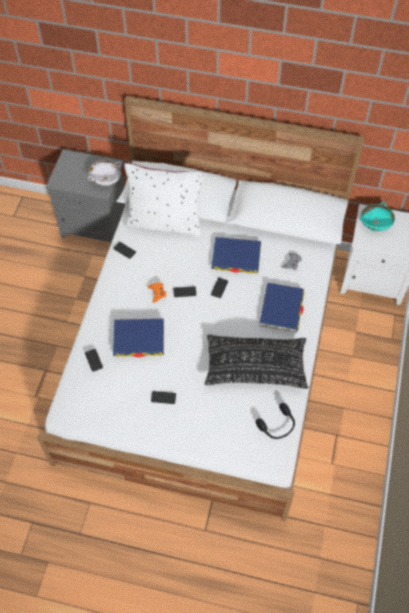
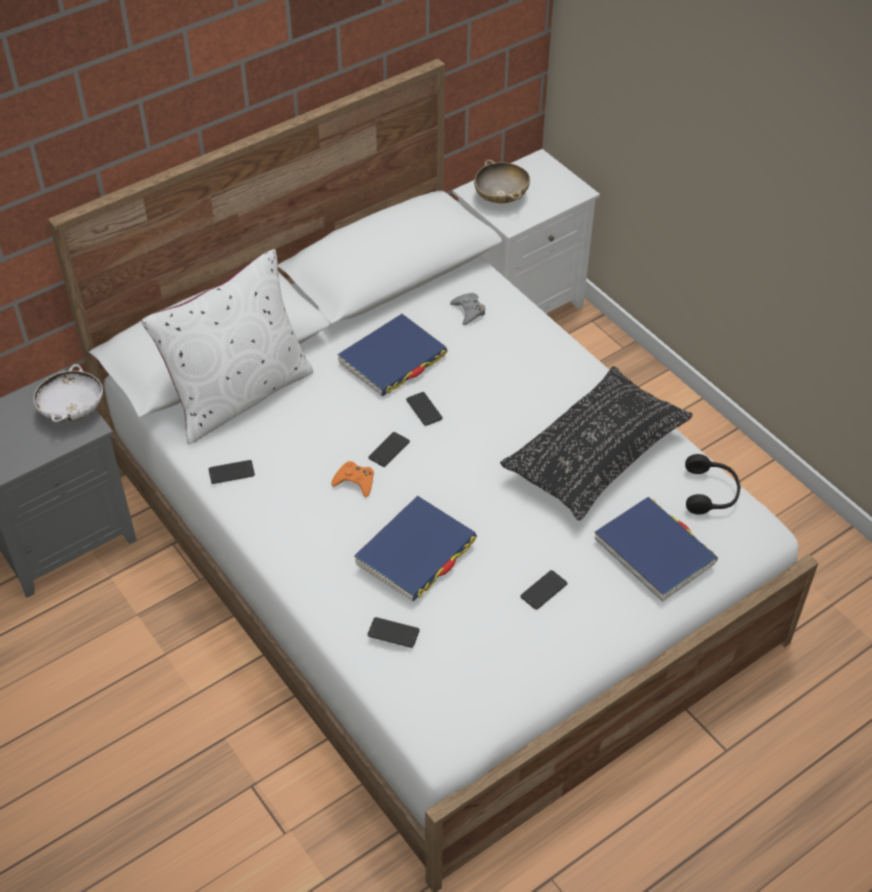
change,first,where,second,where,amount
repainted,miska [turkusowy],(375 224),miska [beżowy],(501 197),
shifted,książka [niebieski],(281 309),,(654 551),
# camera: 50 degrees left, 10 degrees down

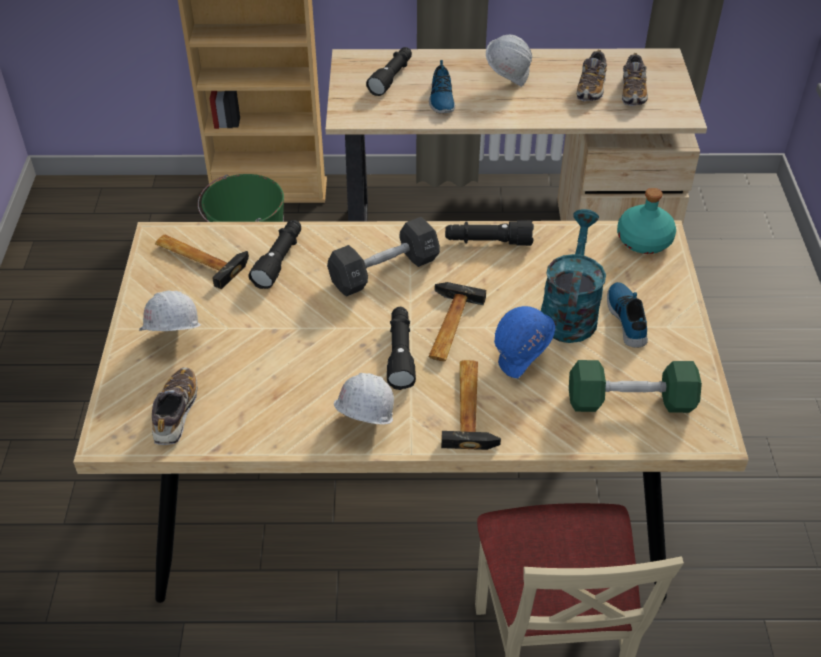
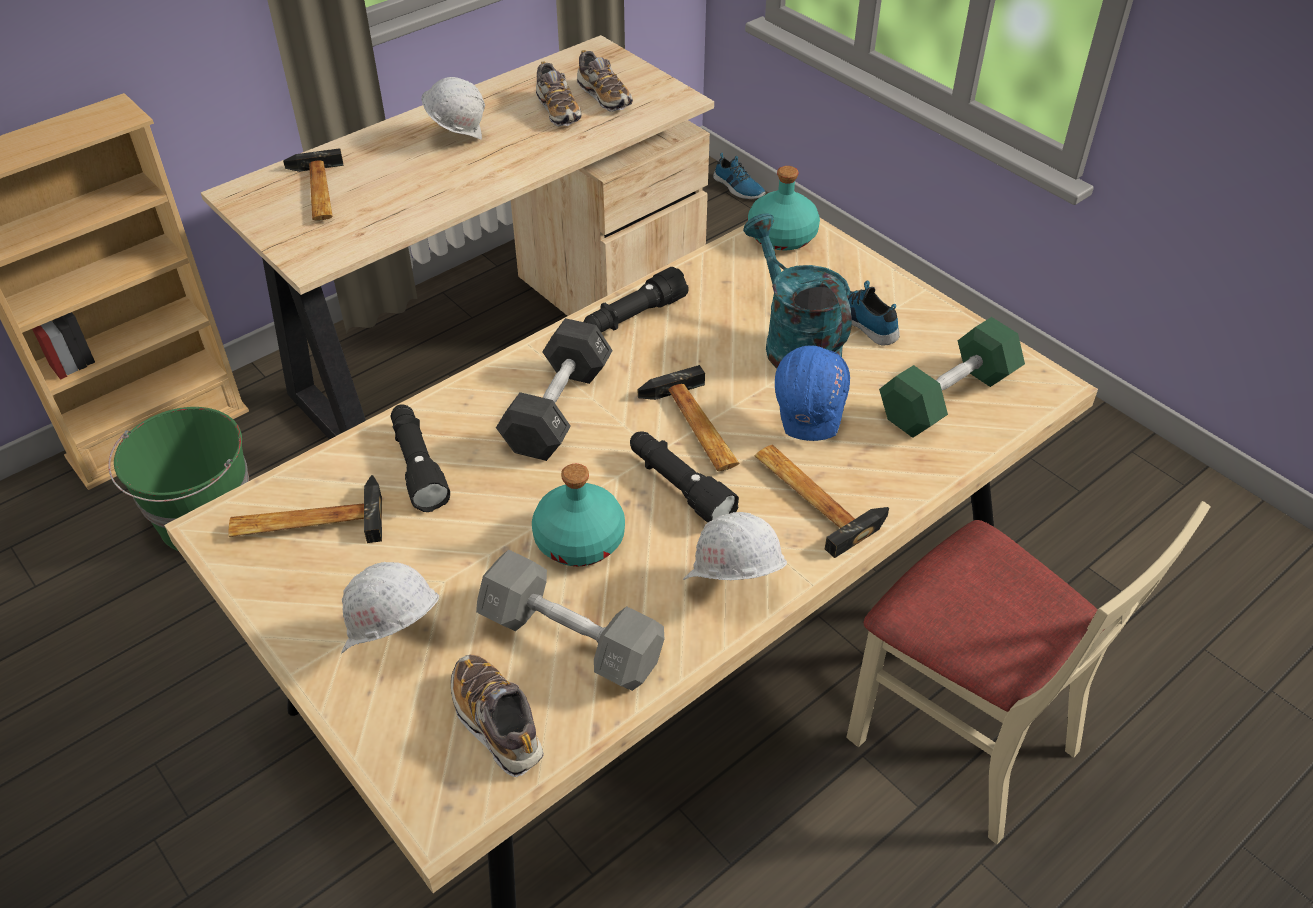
change,first,where,second,where,amount
swapped,latarka [czarny],(392 77),młotek,(317 193),
shifted,but,(441 98),,(738 187),
new,,,butelka [turkusowy],(580 540),
new,,,hantel [szary],(571 639),
# camera: 40 degrees left, 0 degrees up

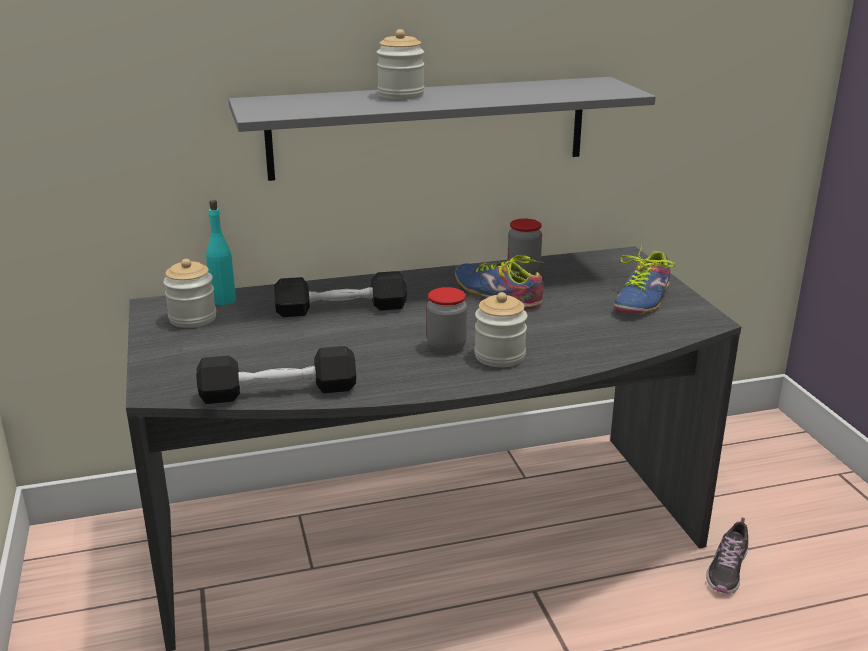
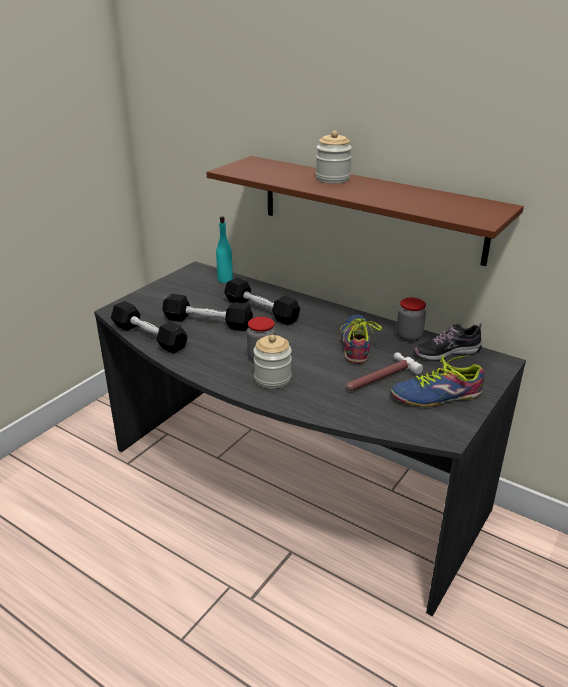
change,first,where,second,where,amount
repainted,półka [szary],(429 127),półka [brązowy],(369 208),
gone,słoik,(192 318),,,
shifted,but,(727 569),,(446 352),
new,,,hantel [czarny],(208 322),
new,,,młotek,(379 378),
# camera: 50 degrees right, 5 degrees up

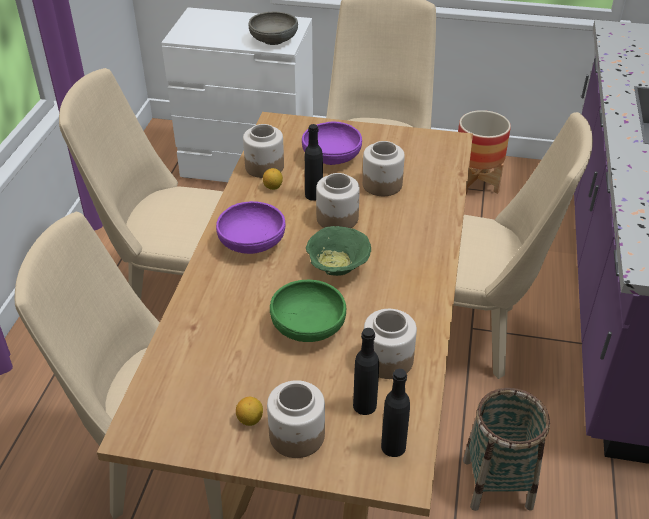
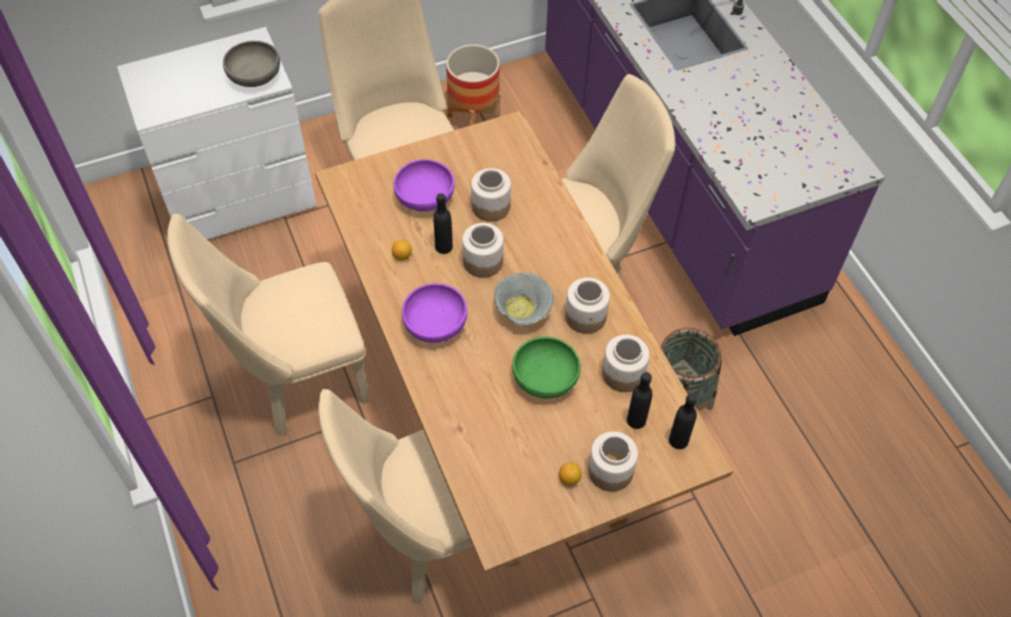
change,first,where,second,where,amount
shifted,słoik,(264 167),,(586 317),
repainted,miska [zielony],(338 268),miska [szary],(523 311),
# camera: 35 degrees left, 15 degrees up

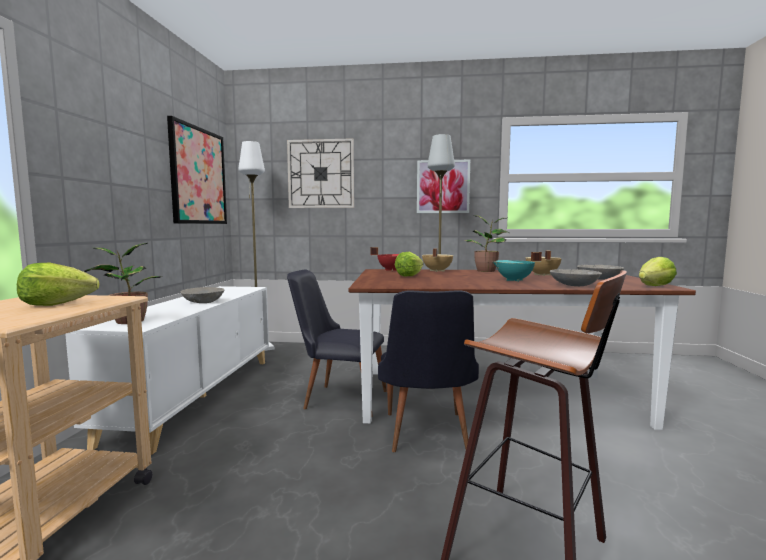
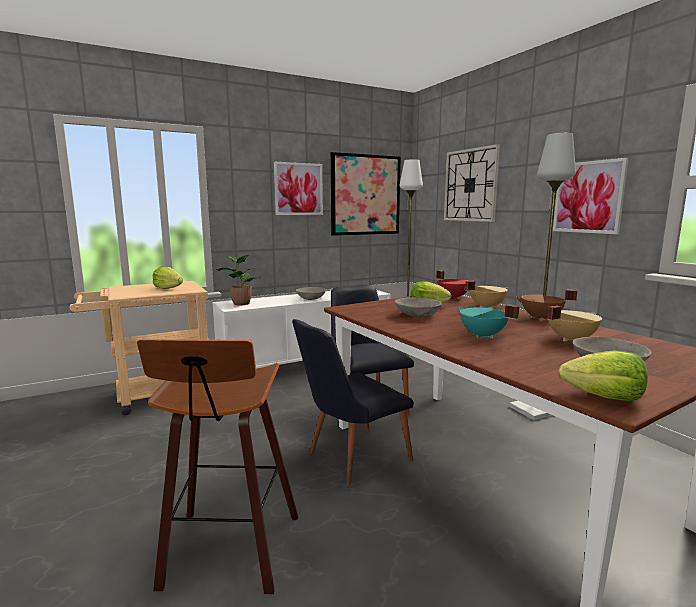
change,first,where,second,where,amount
swapped,roślina doniczkowa,(487 271),garnek [brązowy],(541 318),
shifted,miska [szary],(574 285),,(417 315),
new,,,obraz,(298 189),
# camera: 55 degrees right, 5 degrees up

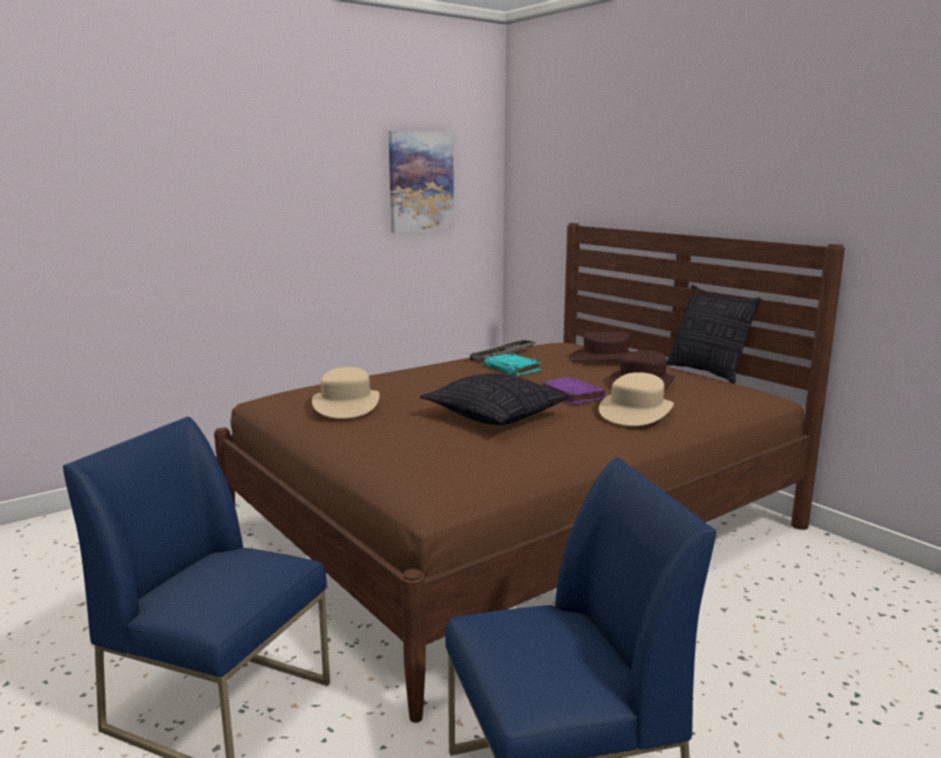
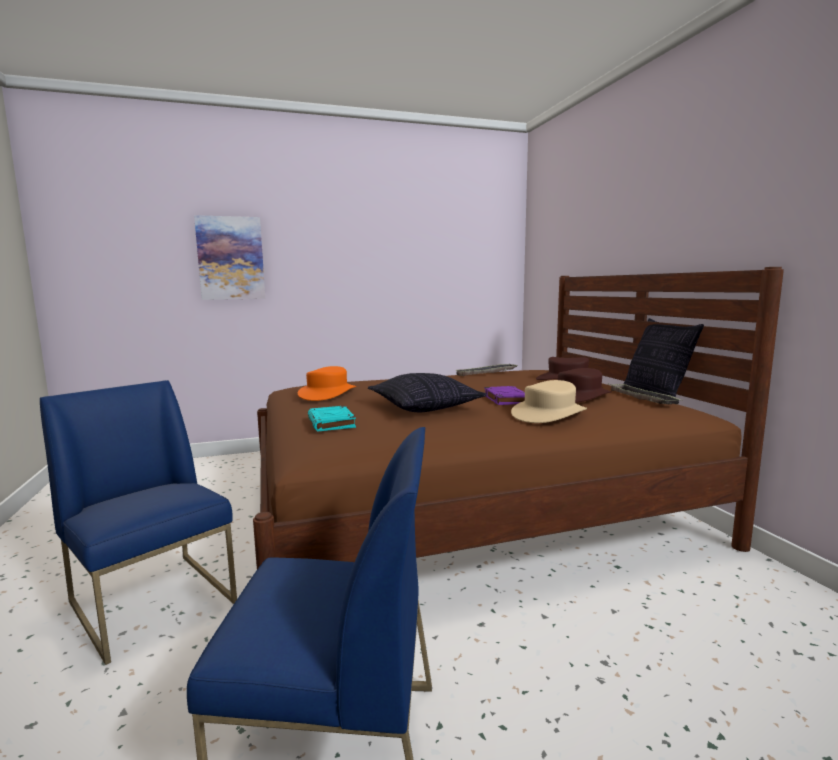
change,first,where,second,where,amount
shifted,obraz,(420 182),,(231 258),
shifted,książka [turkusowy],(513 368),,(331 423),
repainted,kapelusz [beżowy],(346 405),kapelusz [pomarańczowy],(327 393),
new,,,taca,(641 398),
# camera: 20 degrees right, 5 degrees down

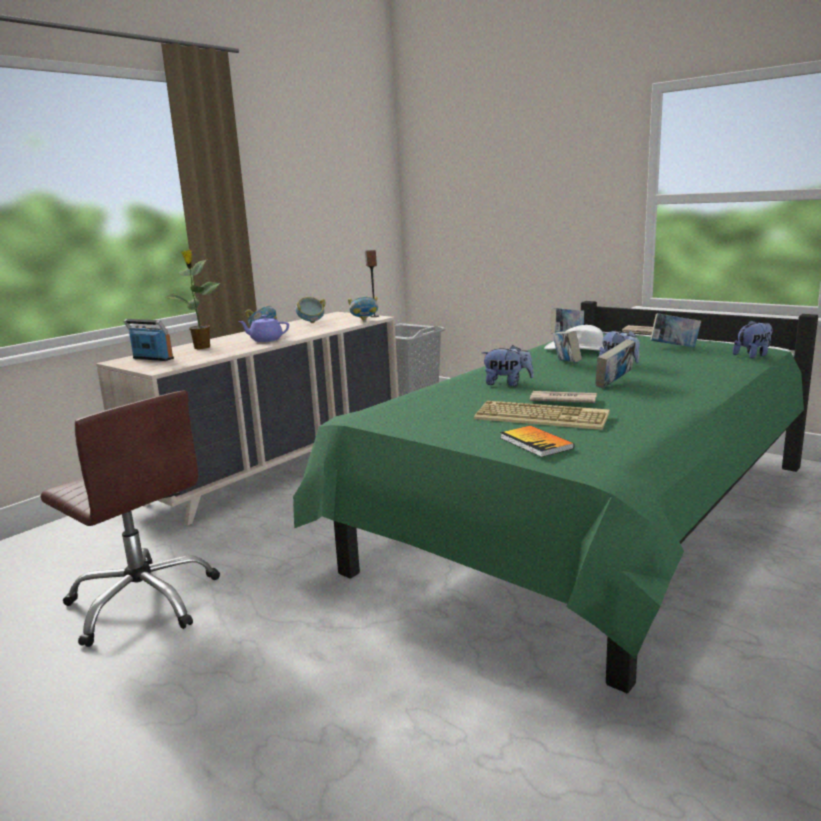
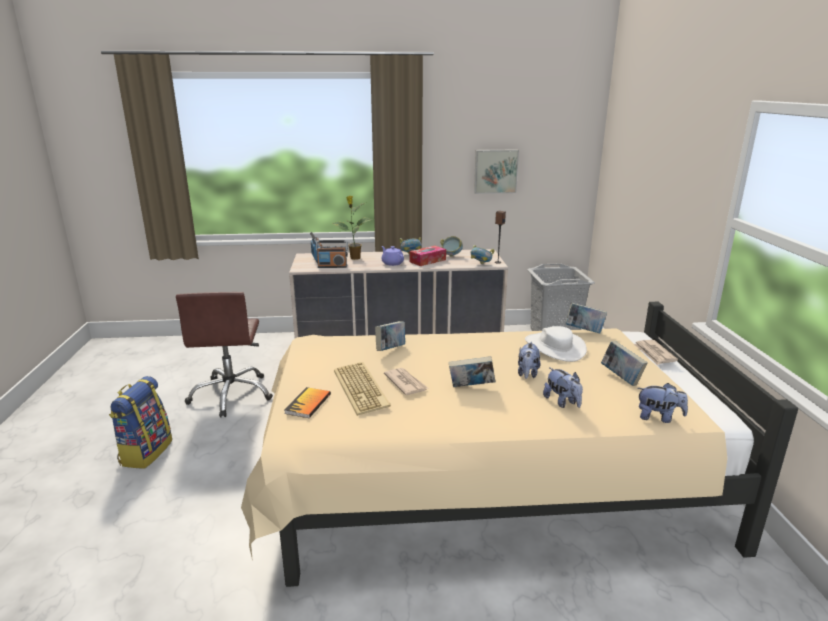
change,first,where,second,where,amount
repainted,łóżko [zielony],(587 522),łóżko [beżowy],(481 484),
shifted,książka,(566 364),,(390 349),
shifted,pluszak,(507 384),,(562 402),
new,,,obraz,(495 171),
new,,,radio,(332 266),
new,,,pudełko chusteczek,(427 261),
new,,,plecak,(146 452),
# camera: 45 degrees right, 5 degrees up

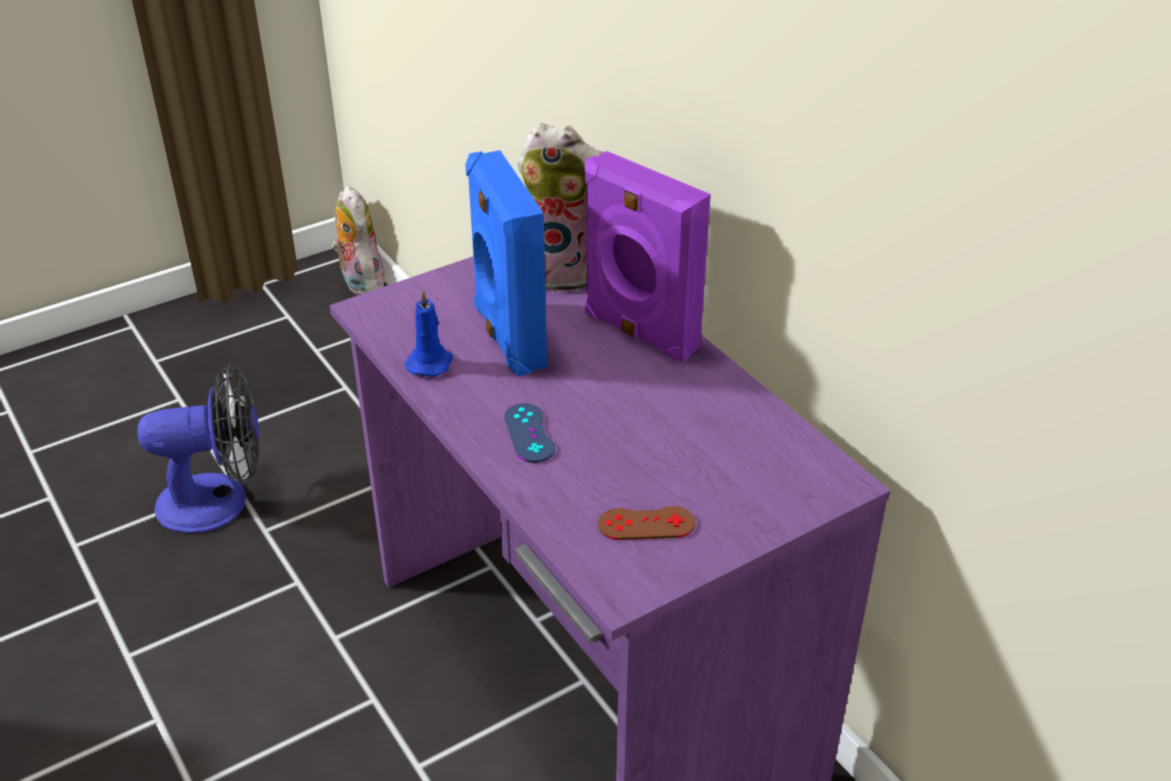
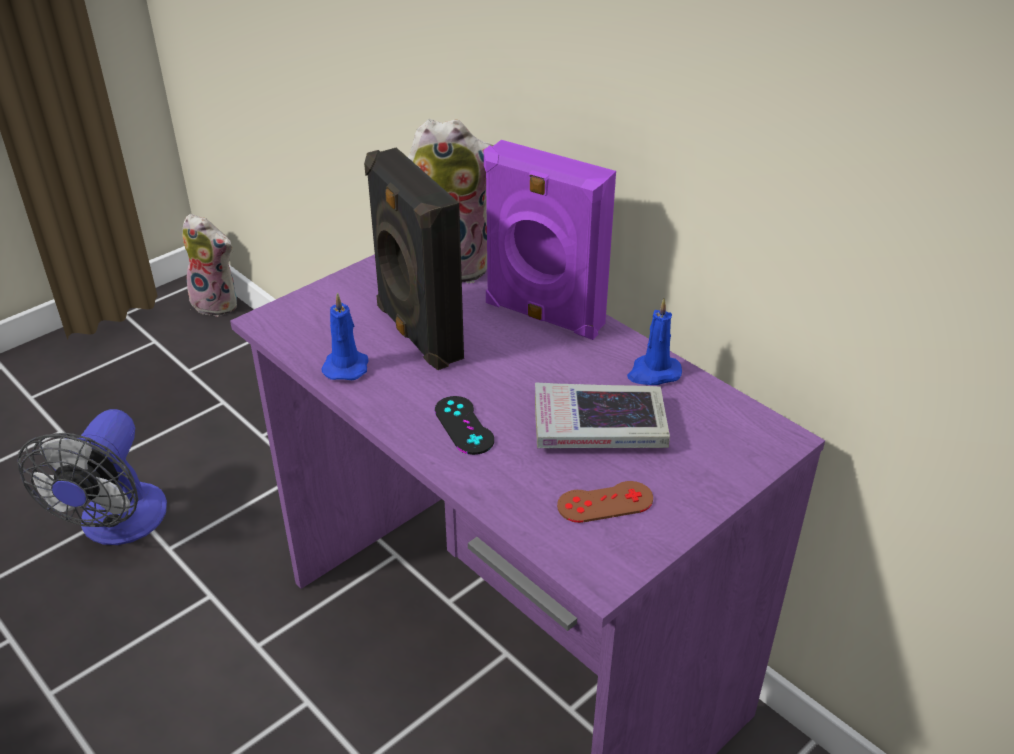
change,first,where,second,where,amount
repainted,głośnik [niebieski],(507 337),głośnik [czarny],(416 334),
rotated,pluszak,(359 282),,(218 303),150 degrees clockwise
rotated,wentylator,(219 501),,(117 526),120 degrees clockwise
repainted,pad do gier [niebieski],(529 433),pad do gier [czarny],(464 425),
new,,,świeca [niebieski],(653 373),
new,,,książka,(599 426),
# camera: 10 degrees left, 0 degrees up

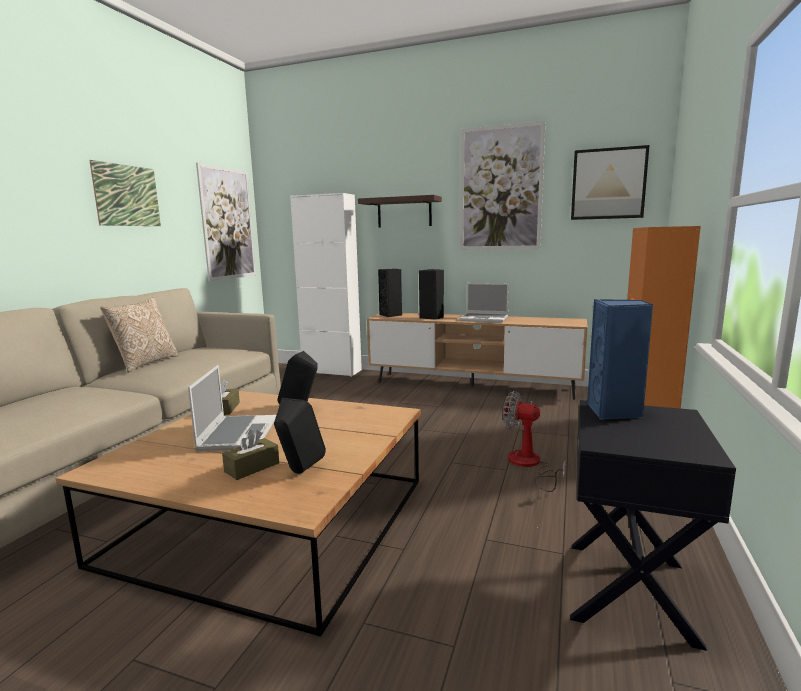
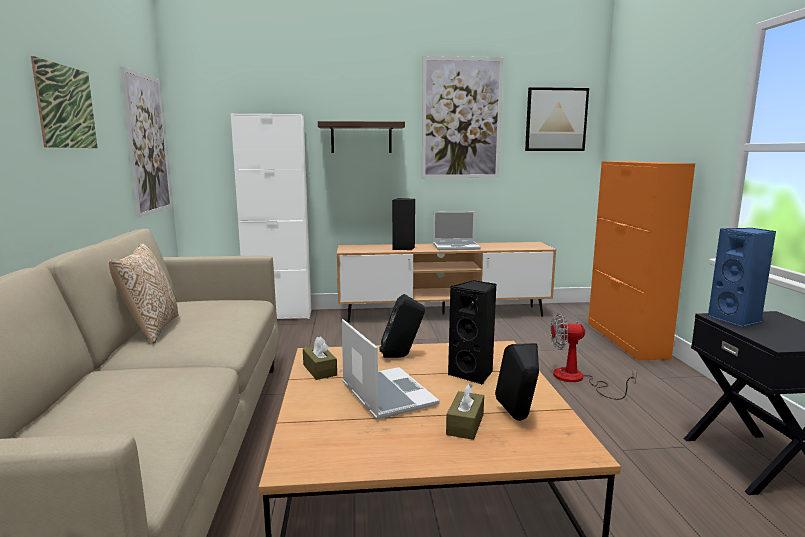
change,first,where,second,where,amount
shifted,głośnik [czarny],(391 315),,(473 374),
# camera: 25 degrees left, 0 degrees up

